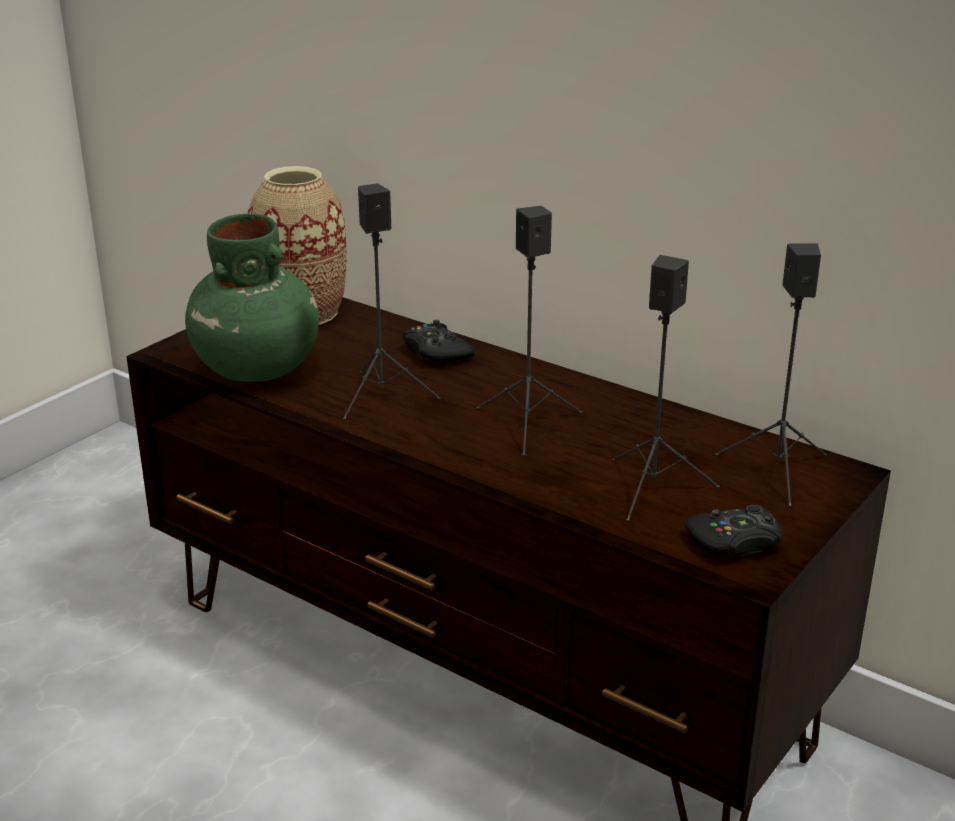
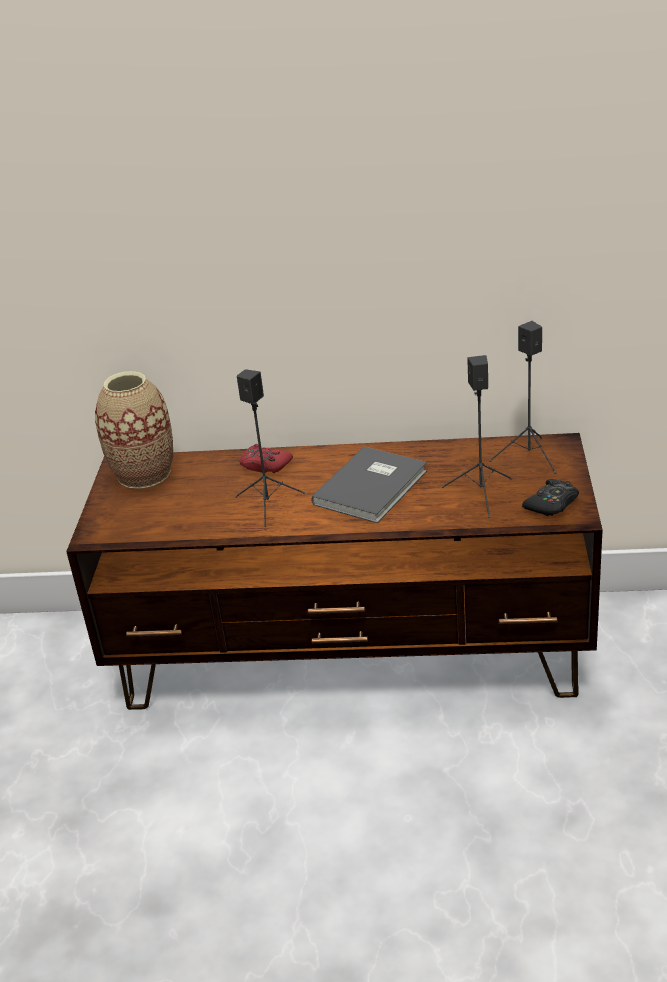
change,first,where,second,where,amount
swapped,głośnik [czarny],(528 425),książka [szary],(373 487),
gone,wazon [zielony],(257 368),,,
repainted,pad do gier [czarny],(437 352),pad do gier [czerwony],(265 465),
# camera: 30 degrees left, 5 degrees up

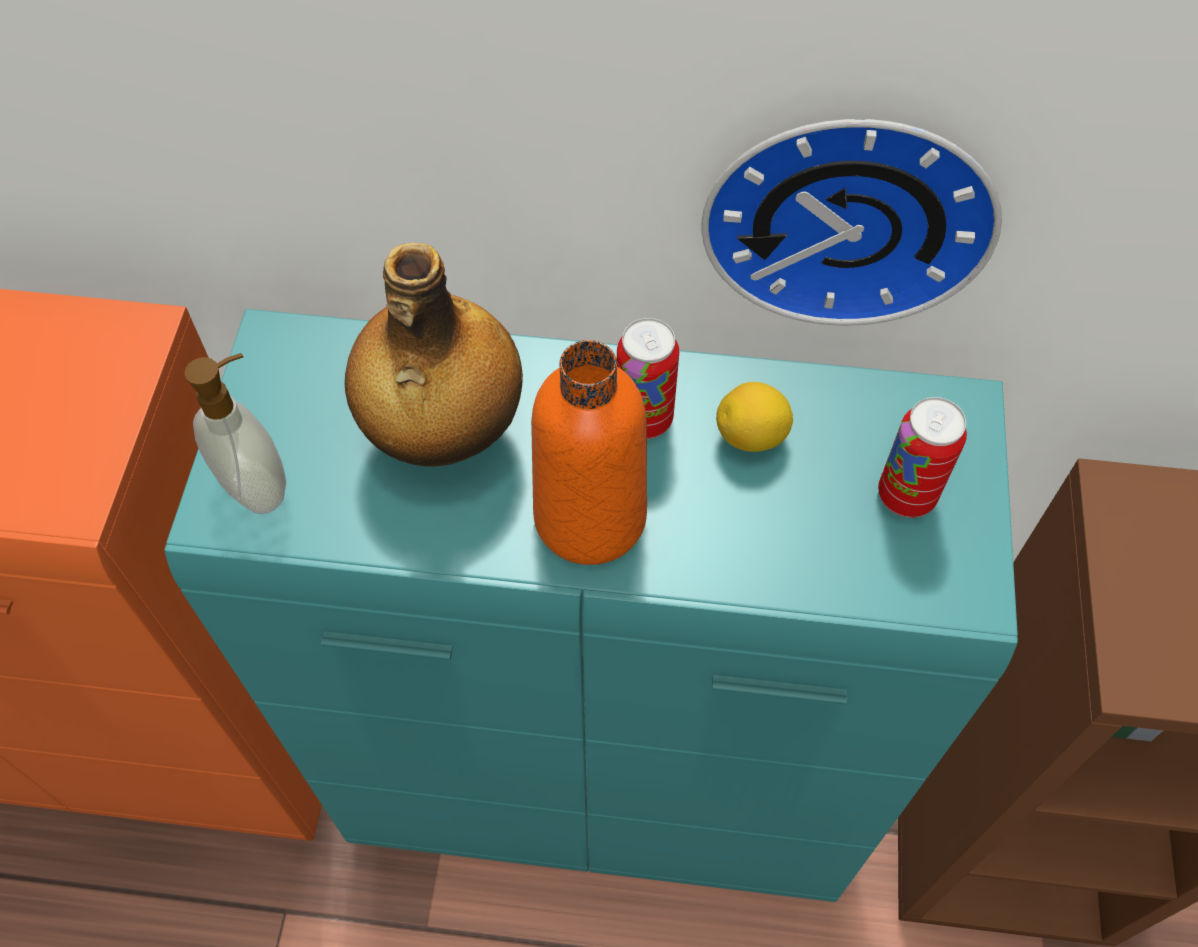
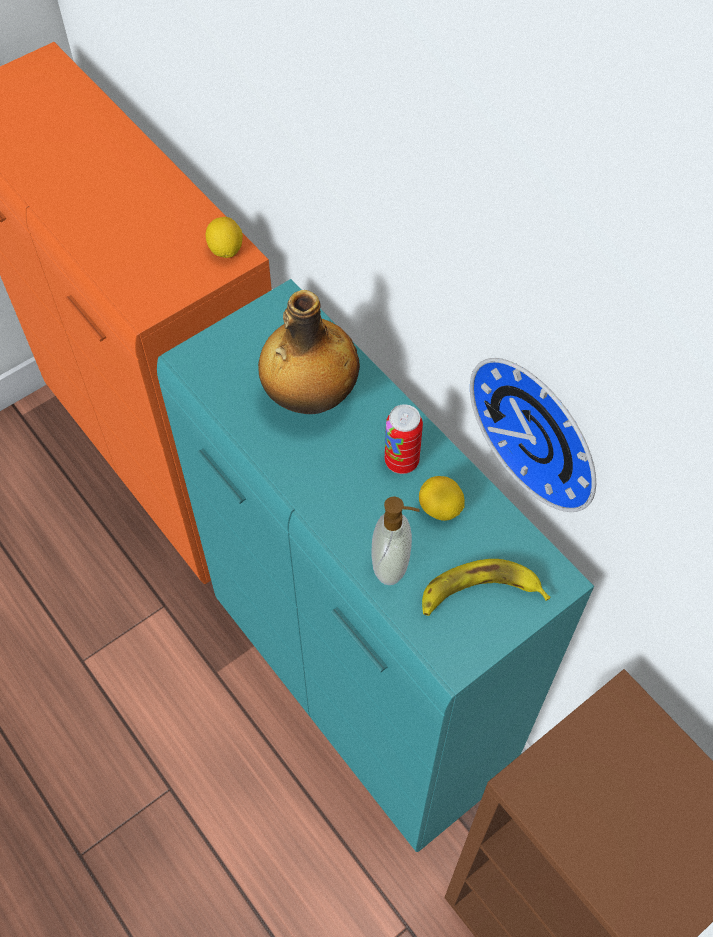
change,first,where,second,where,amount
gone,butelka [pomarańczowy],(590 517),,,
shifted,dozownik mydła,(258 486),,(392 565),
swapped,puszka,(906 495),banan,(479 594),
new,,,cytryna,(226 250),
# camera: 45 degrees right, 0 degrees up

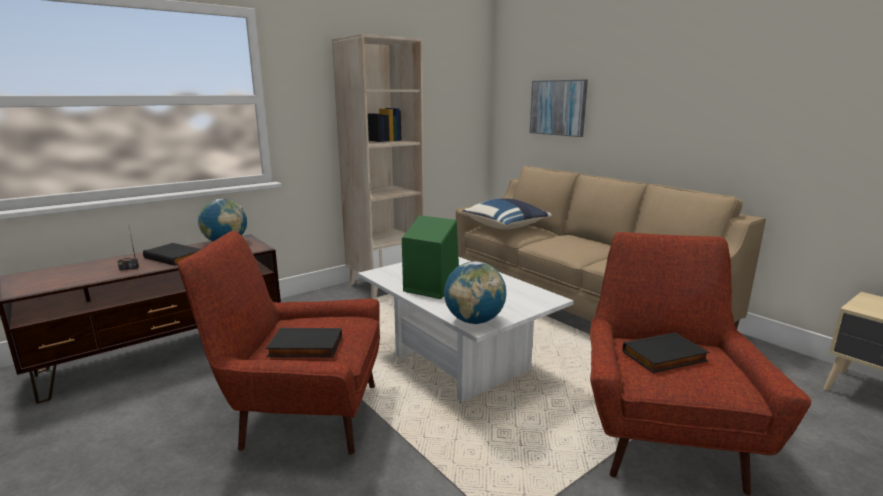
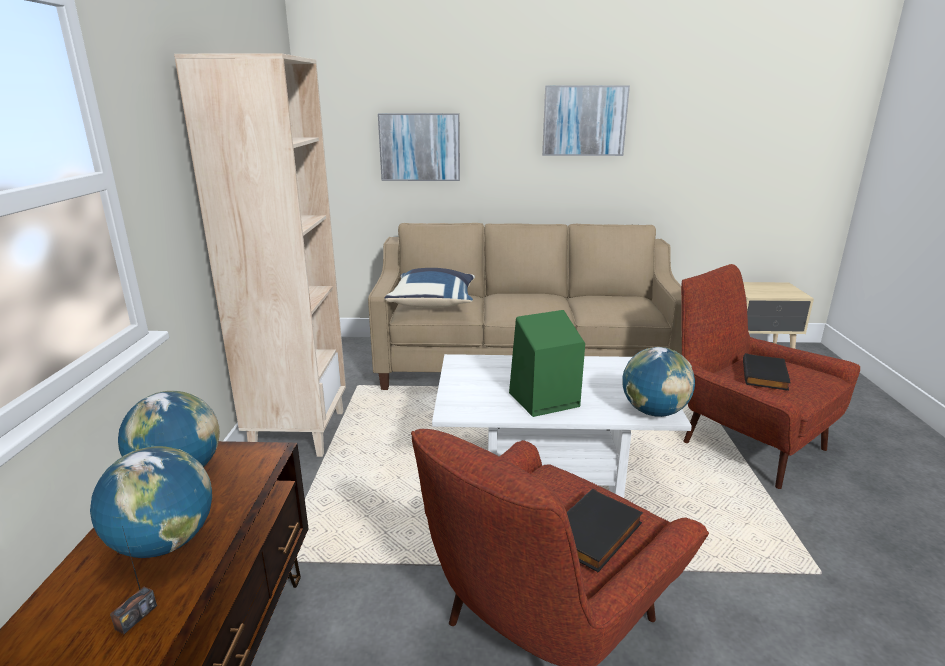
change,first,where,second,where,amount
swapped,książka [czarny],(175 257),globus,(164 543),
new,,,obraz,(584 121),
# camera: 50 degrees left, 5 degrees up

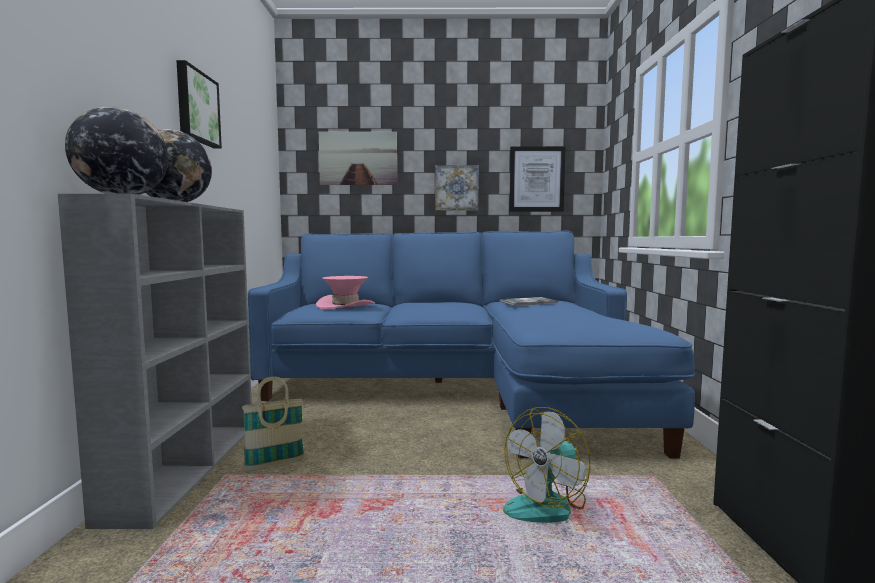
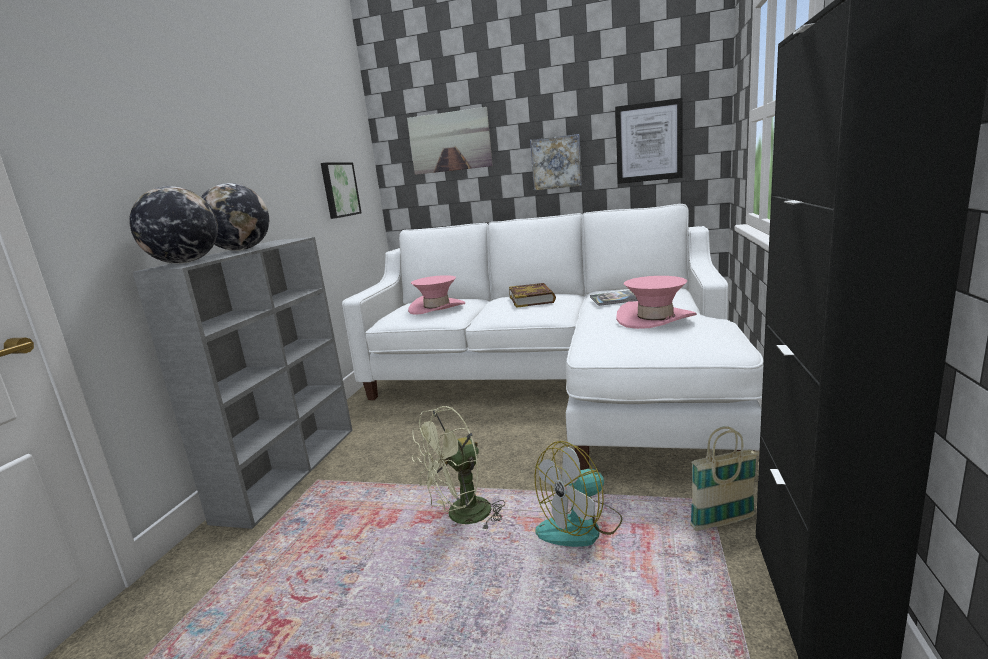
change,first,where,second,where,amount
shifted,obraz,(196 107),,(339 190),
repainted,kanapa [niebieski],(460 388),kanapa [biały],(558 384),
shifted,koszyk,(274 464),,(722 522),
new,,,kapelusz [różowy],(655 319),
new,,,książka,(532 299),
new,,,wentylator [zielony],(462 517),
# camera: 15 degrees right, 10 degrees up

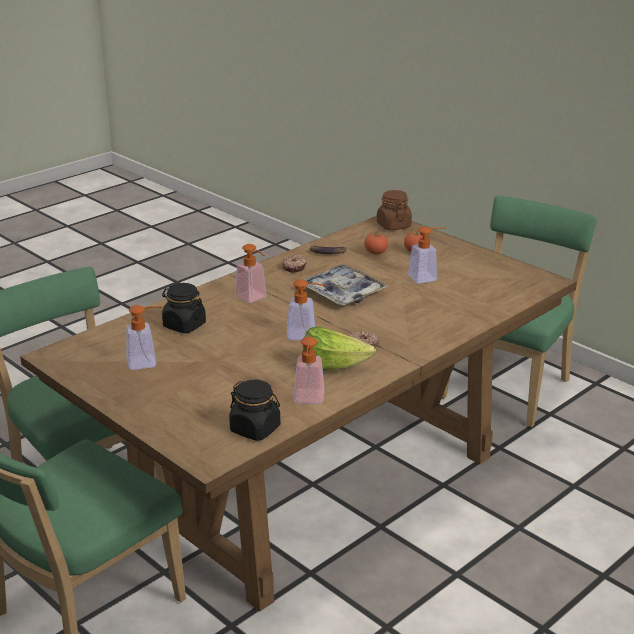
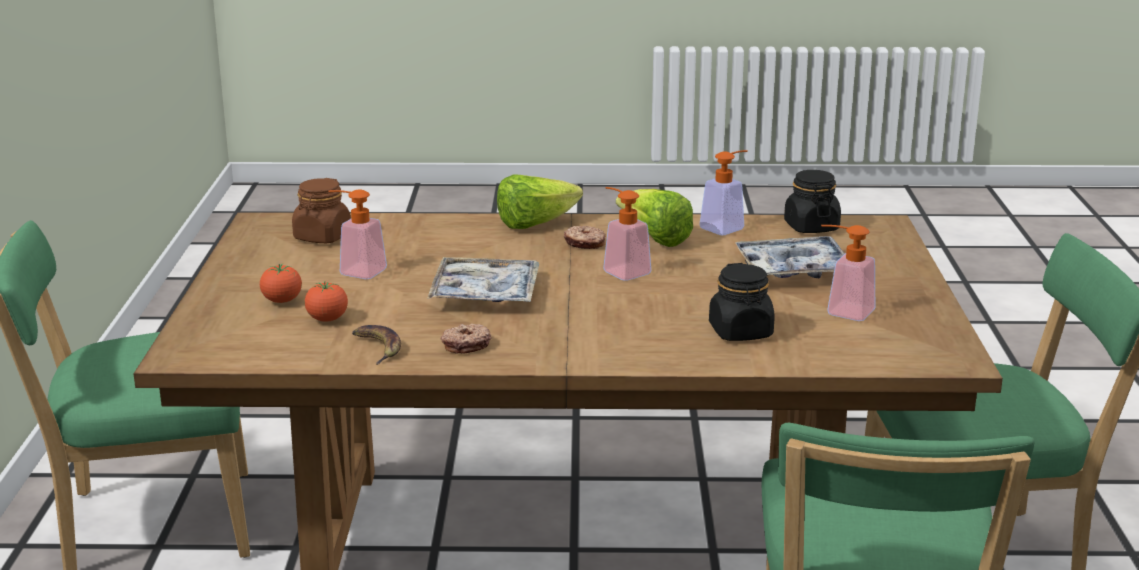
change,first,where,second,where,amount
shifted,słoik [brązowy],(393 225),,(322 237),
gone,dozownik mydła,(254 298),,,
new,,,sałata,(535 224),
new,,,taca,(794 270),
# camera: 135 degrees left, 5 degrees down

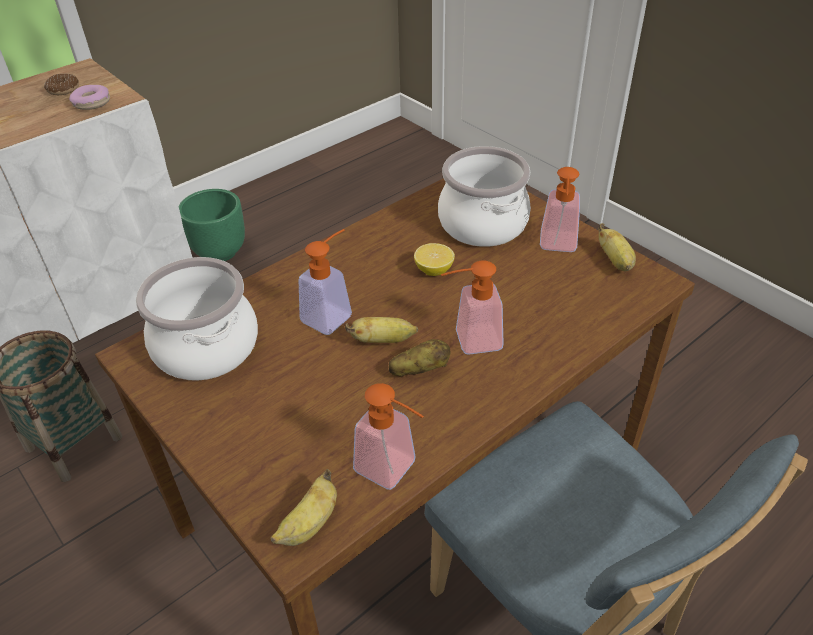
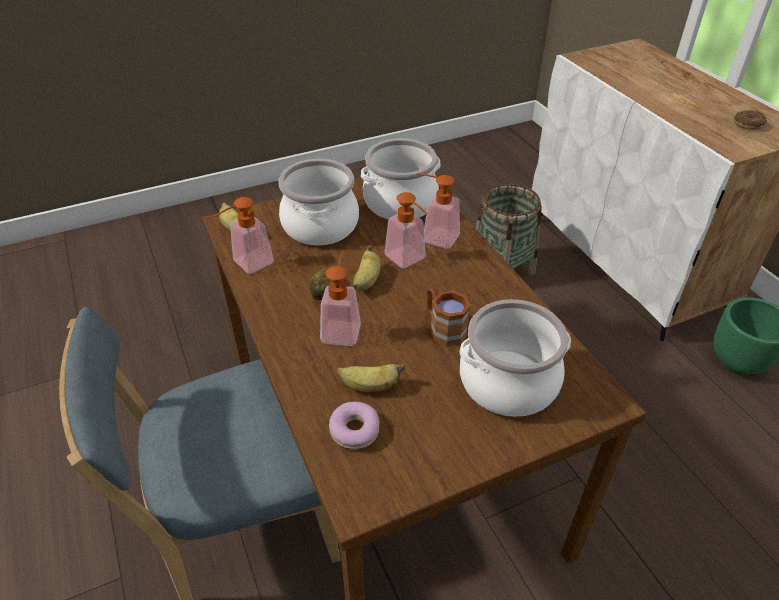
change,first,where,second,where,amount
shifted,donut,(92 103),,(355 430),
shifted,dozownik mydła,(557 247),,(434 236),
shifted,banan,(615 261),,(369 386),
swapped,cytryna,(434 270),kubek [brązowy],(443 328),
new,,,garnek,(319 225),
# camera: 105 degrees right, 0 degrees up

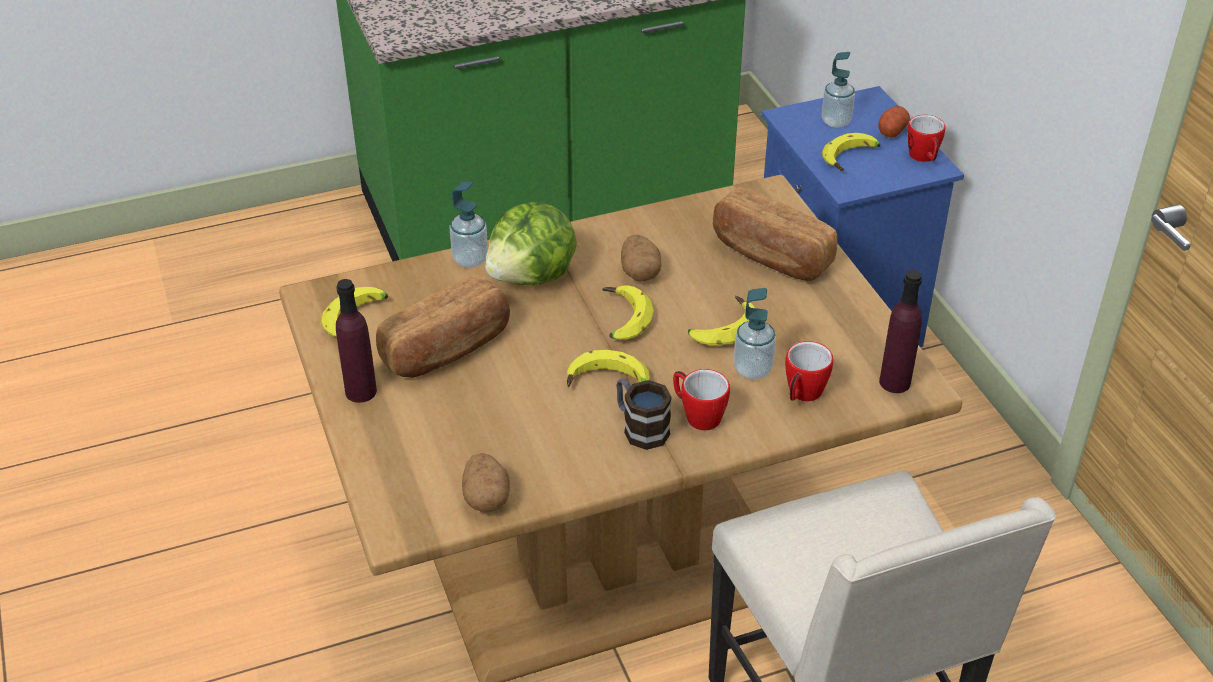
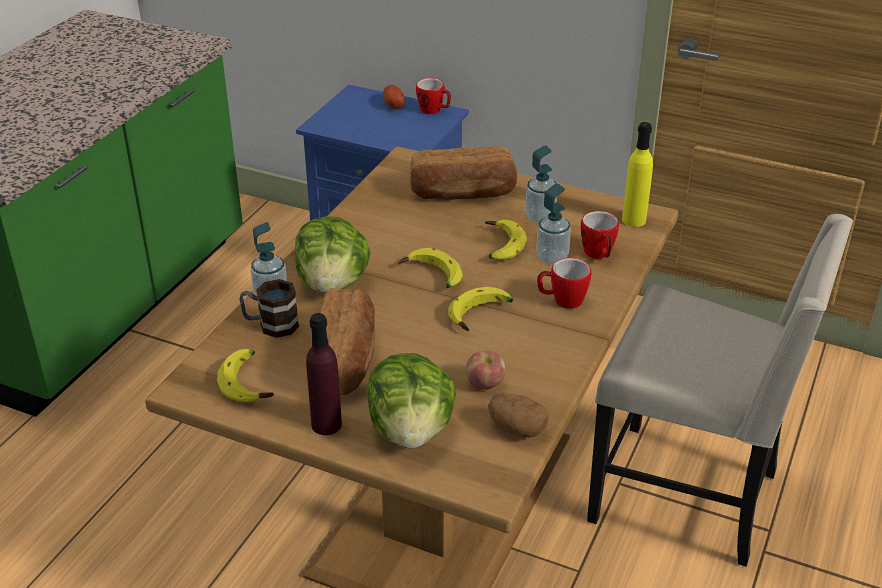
change,first,where,second,where,amount
shifted,dozownik mydła,(836 121),,(540 217),
gone,banan,(852 159),,,
gone,ziemniak,(640 272),,,
repainted,butelka [fioletowy],(895 382),butelka [żółty],(634 220),
shifted,kubek,(640 427),,(270 325),
new,,,jabłko,(485 384),
new,,,sałata,(411 431),
# camera: 45 degrees left, 5 degrees down

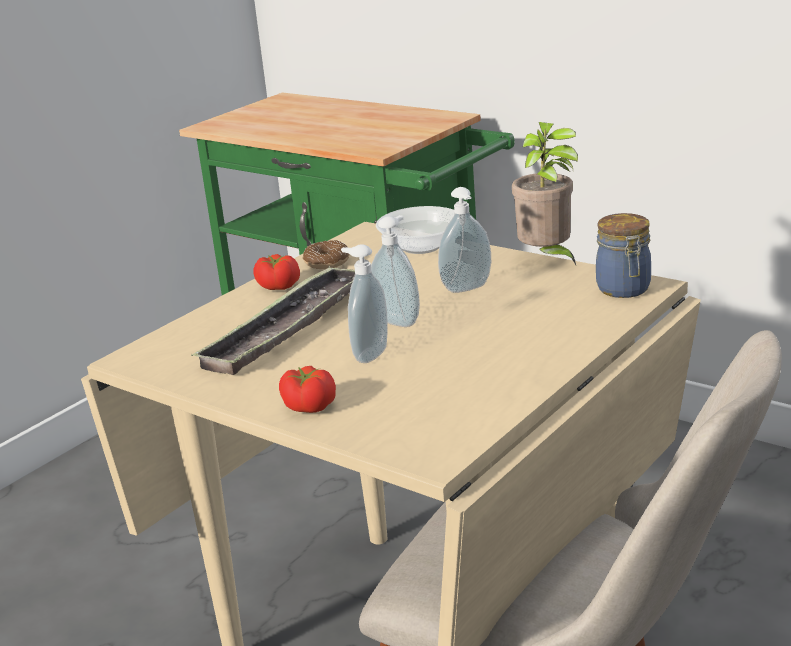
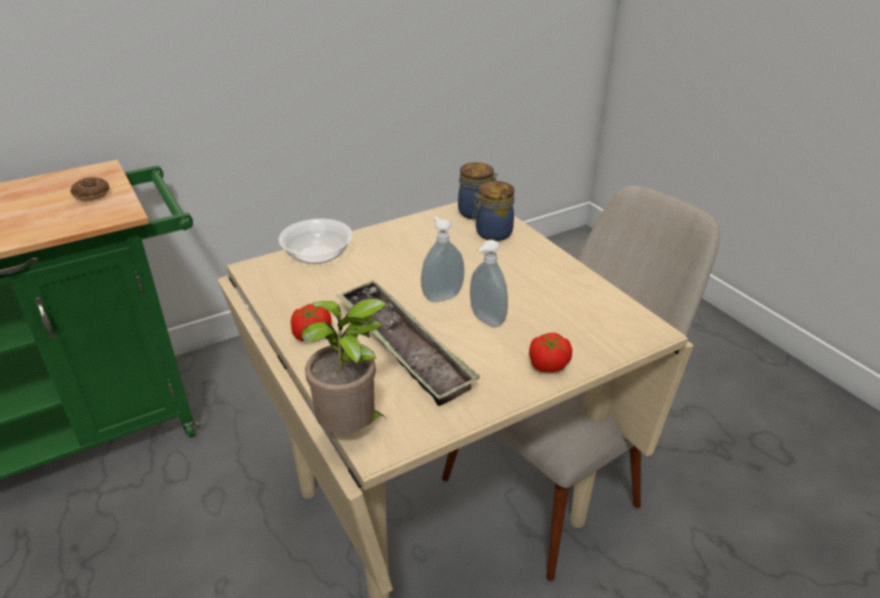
change,first,where,second,where,amount
shifted,roślina doniczkowa,(547 259),,(352 430),
gone,dozownik mydła,(467 289),,,
shifted,donut,(327 262),,(91 194),
new,,,słoik,(492 233),
# camera: 70 degrees left, 10 degrees up

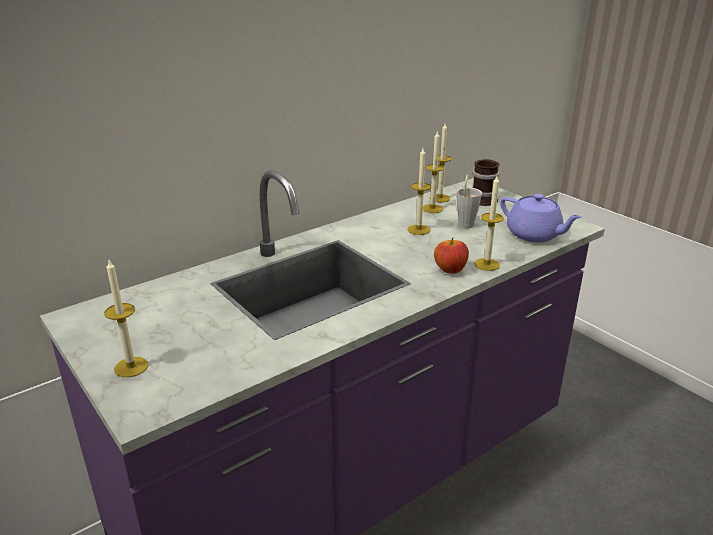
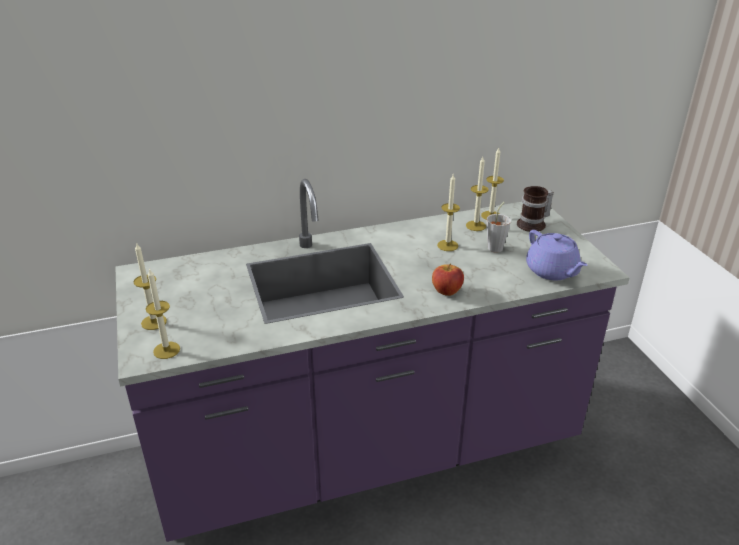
change,first,where,second,where,amount
shifted,świeca,(487 264),,(166 350),
# camera: 20 degrees right, 5 degrees up

